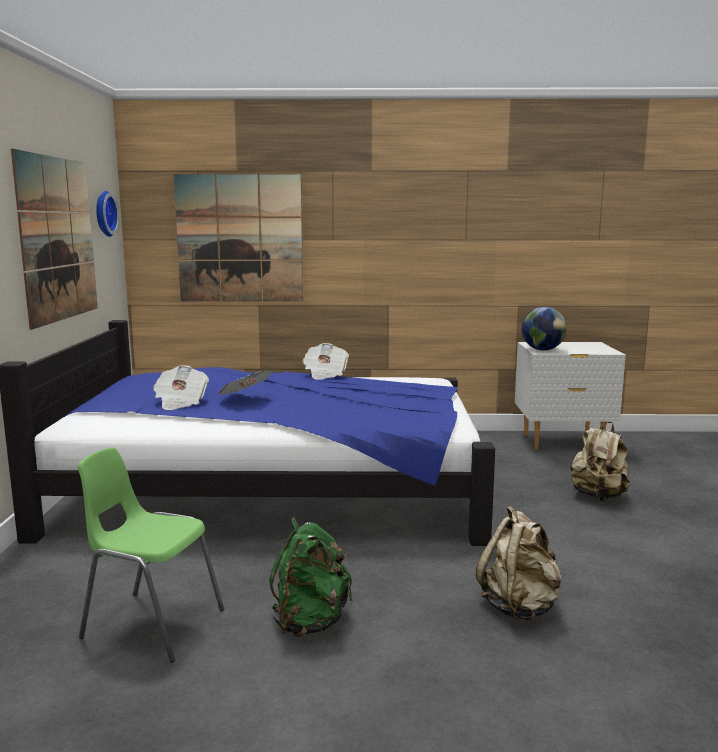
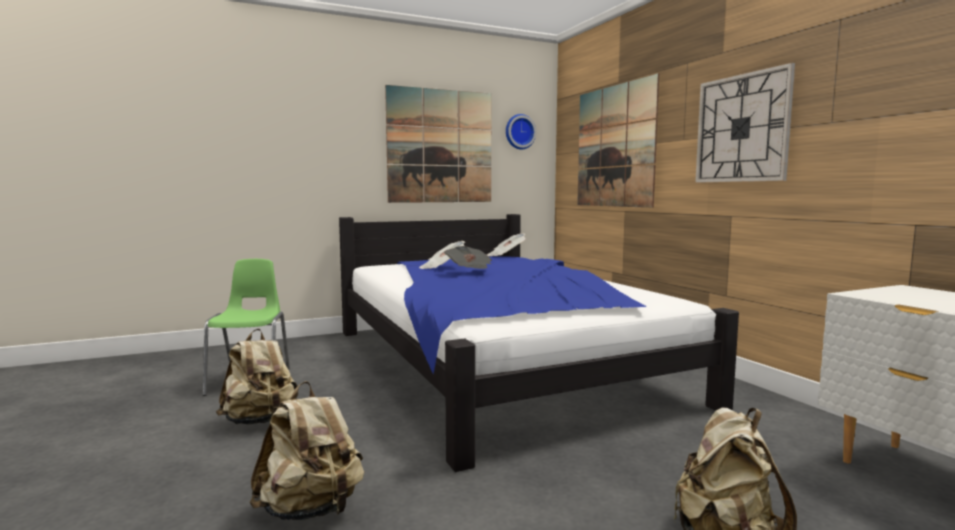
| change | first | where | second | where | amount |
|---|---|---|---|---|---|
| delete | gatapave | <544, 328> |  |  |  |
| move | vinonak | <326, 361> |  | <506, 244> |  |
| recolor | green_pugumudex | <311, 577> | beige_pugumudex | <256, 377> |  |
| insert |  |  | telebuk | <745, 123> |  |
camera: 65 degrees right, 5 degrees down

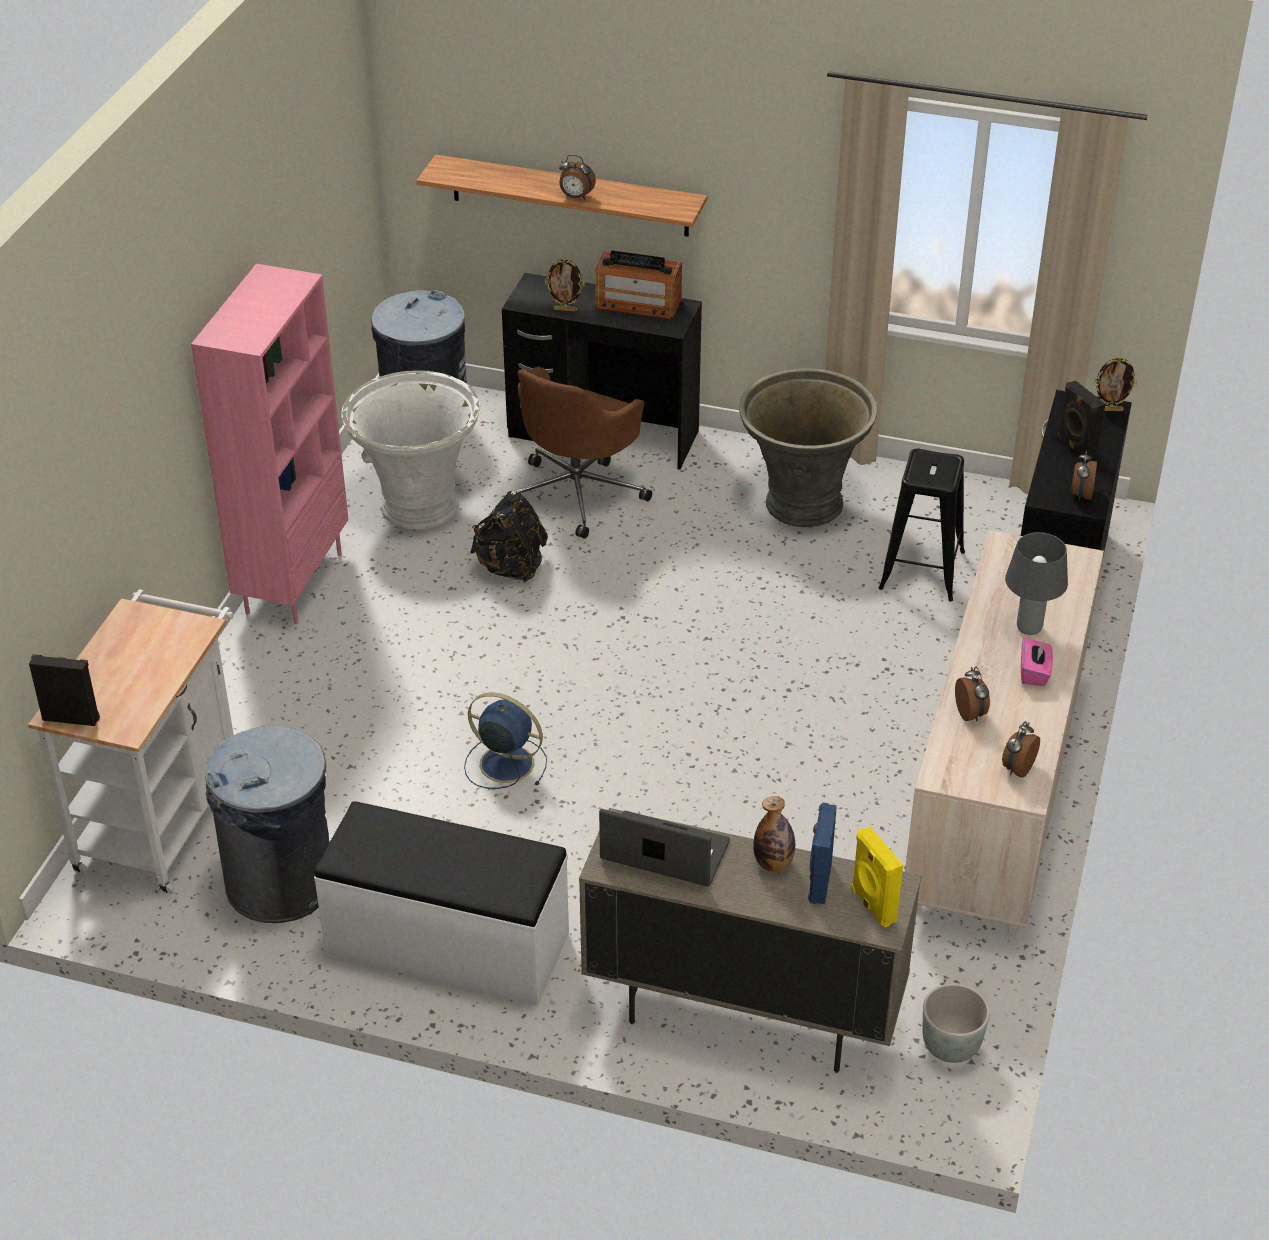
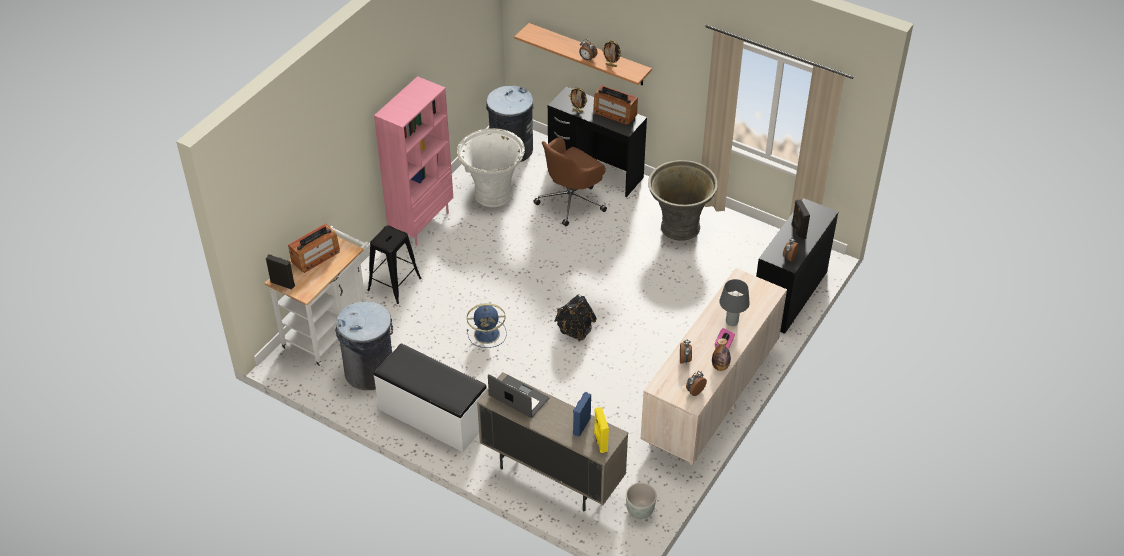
| change | first | where | second | where | amount |
|---|---|---|---|---|---|
| move | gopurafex | <1115, 384> |  | <612, 53> |  |
| move | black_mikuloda | <922, 525> |  | <394, 265> |  |
| move | black_pugumudex | <509, 537> |  | <575, 317> |  |
| rotate | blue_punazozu | <505, 741> |  | <487, 325> | 135 degrees clockwise |
| move | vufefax | <774, 834> |  | <721, 354> |  |
| insert |  |  | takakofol | <314, 248> |  |
camera: 15 degrees right, 5 degrees up

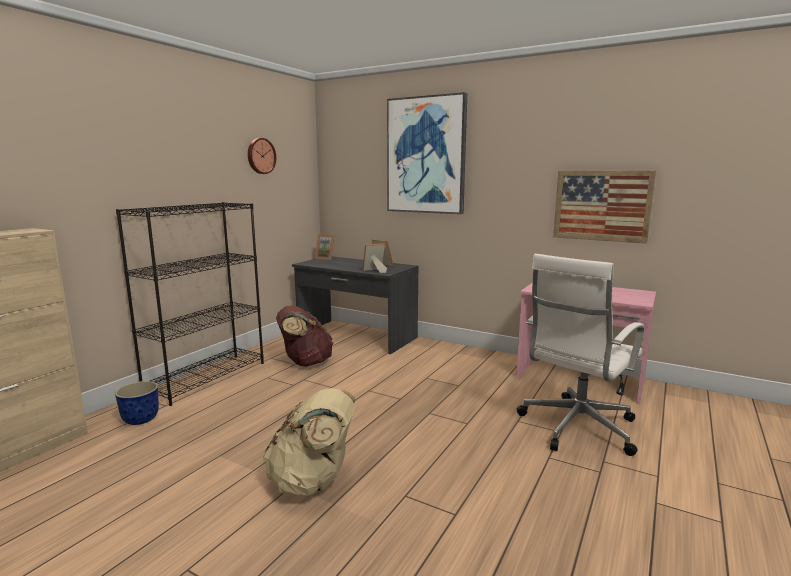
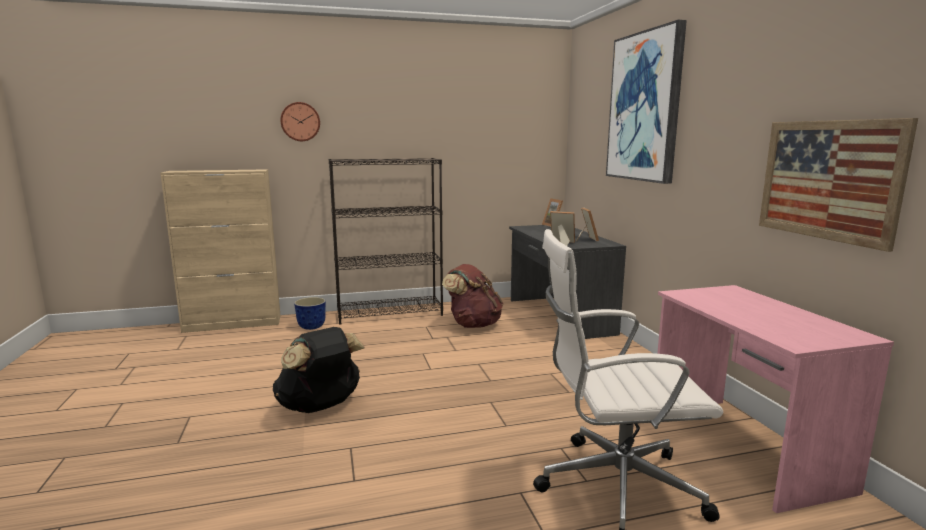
| change | first | where | second | where | amount |
|---|---|---|---|---|---|
| move | telebuk | <262, 156> |  | <300, 121> |  |
| recolor | beige_pugumudex | <309, 442> | black_pugumudex | <319, 370> |  |
camera: 45 degrees right, 0 degrees up

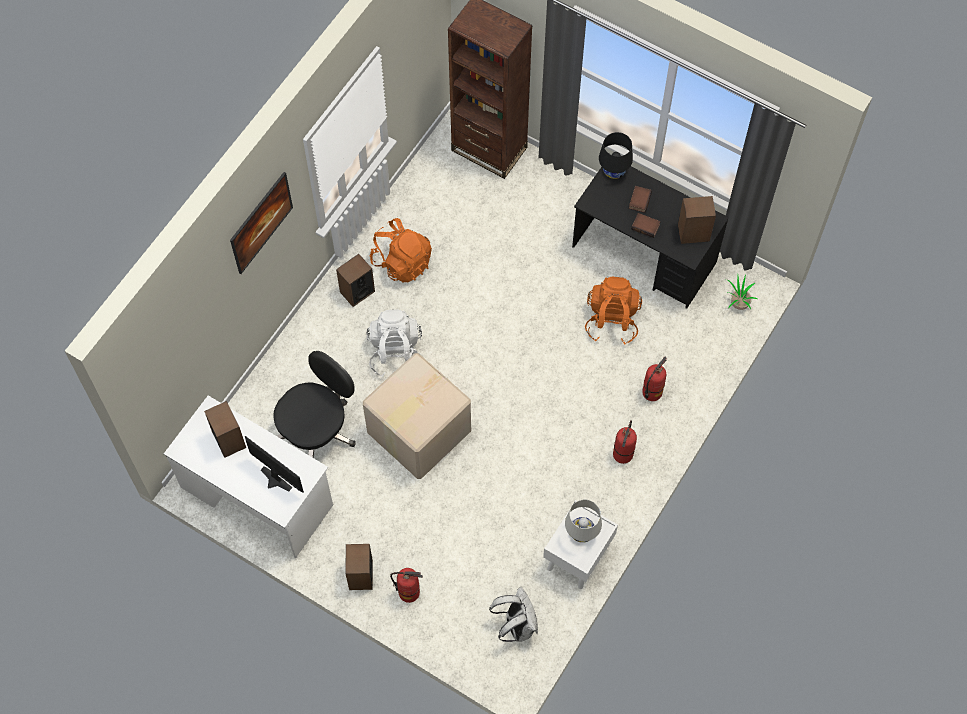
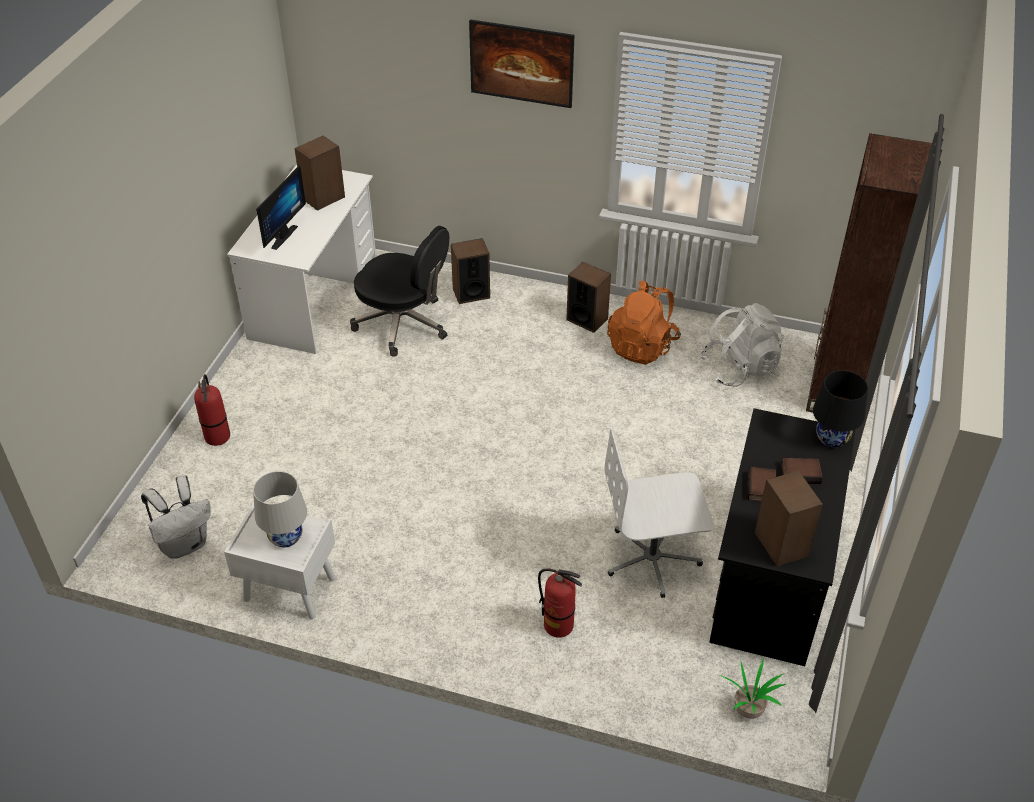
| change | first | where | second | where | amount |
|---|---|---|---|---|---|
| replace | orange_pugumudex | <613, 310> | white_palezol | <659, 512> |  |
| move | white_pugumudex | <394, 343> |  | <742, 345> |  |
| delete | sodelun | <417, 416> |  |  |  |
| delete | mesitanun | <625, 442> |  |  |  |
| move | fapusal | <359, 567> |  | <470, 271> |  |
camera: 75 degrees right, 20 degrees down

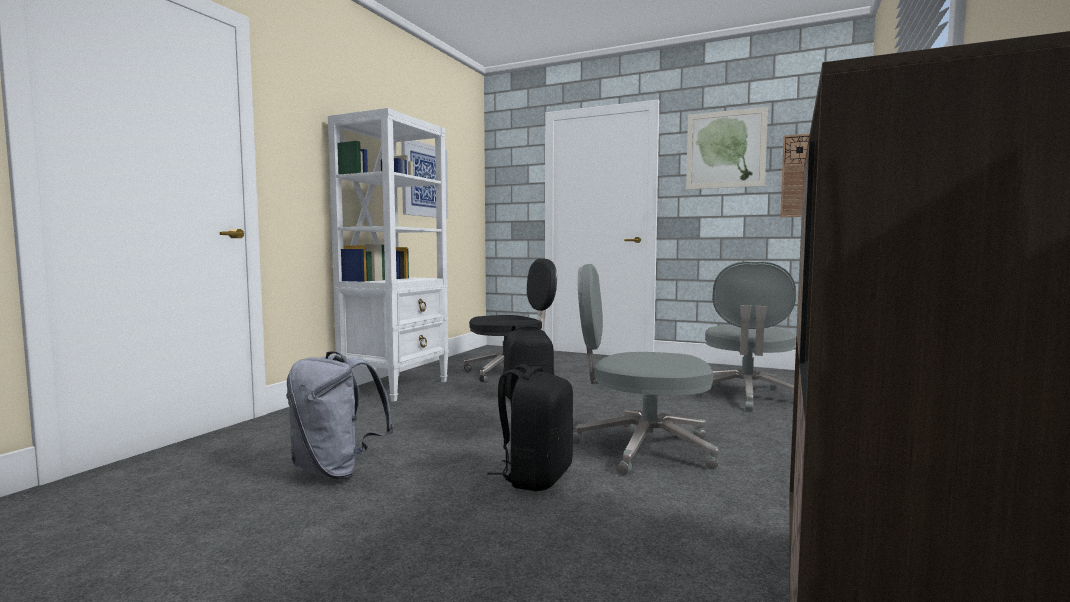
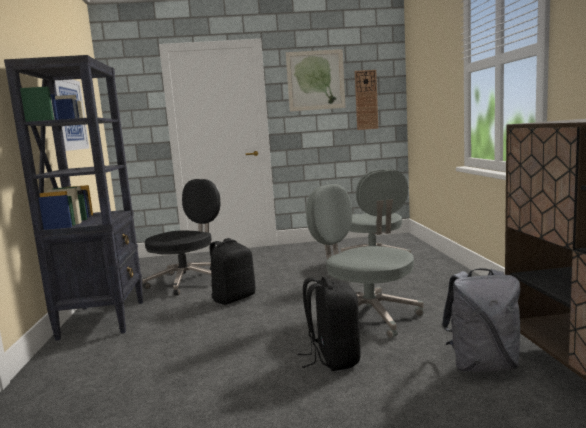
| change | first | where | second | where | amount |
|---|---|---|---|---|---|
| recolor | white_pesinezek | <388, 254> | black_pesinezek | <73, 198> |  |
| rotate | grey_palezol | <646, 369> |  | <365, 261> | 60 degrees clockwise |
| move | grey_pugumudex | <340, 415> |  | <481, 320> |  |
camera: 30 degrees left, 5 degrees up

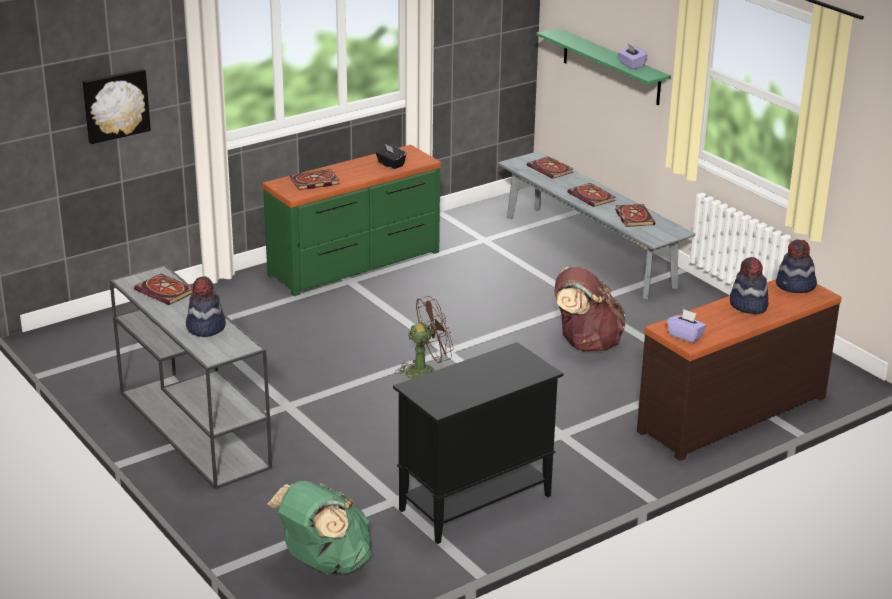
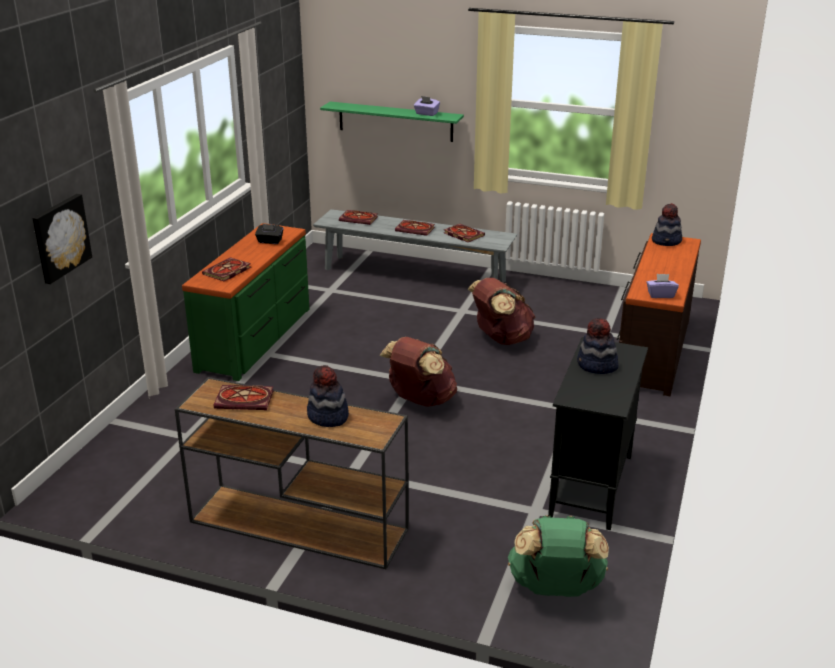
| change | first | where | second | where | amount |
|---|---|---|---|---|---|
| move | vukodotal | <749, 285> |  | <597, 346> |  |
| recolor | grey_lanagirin | <191, 377> | brown_lanagirin | <292, 473> |  |
| replace | brown_punazozu | <424, 337> | brown_pugumudex | <419, 372> |  |
camera: 35 degrees left, 0 degrees up

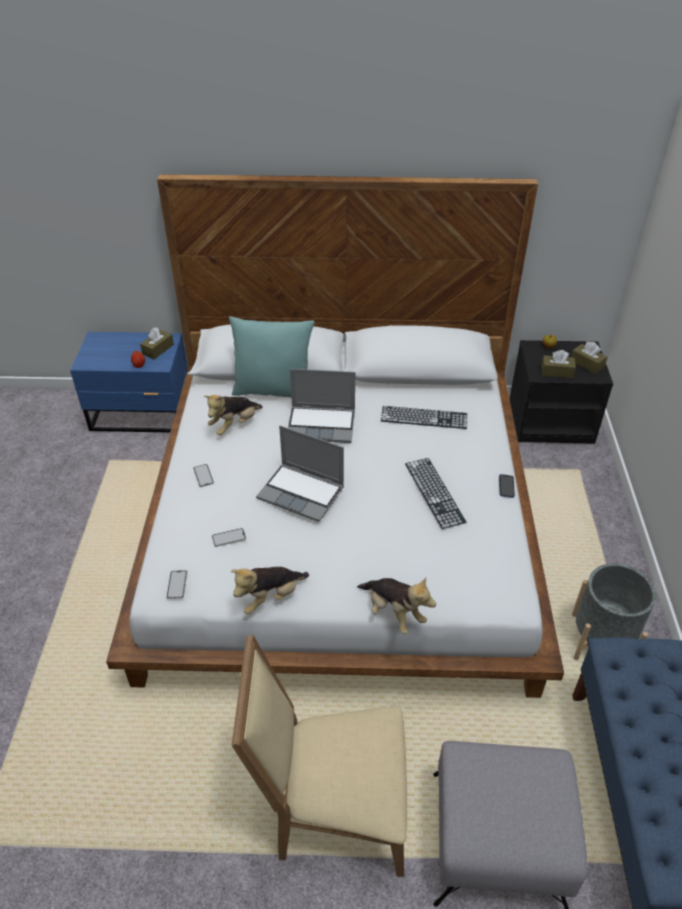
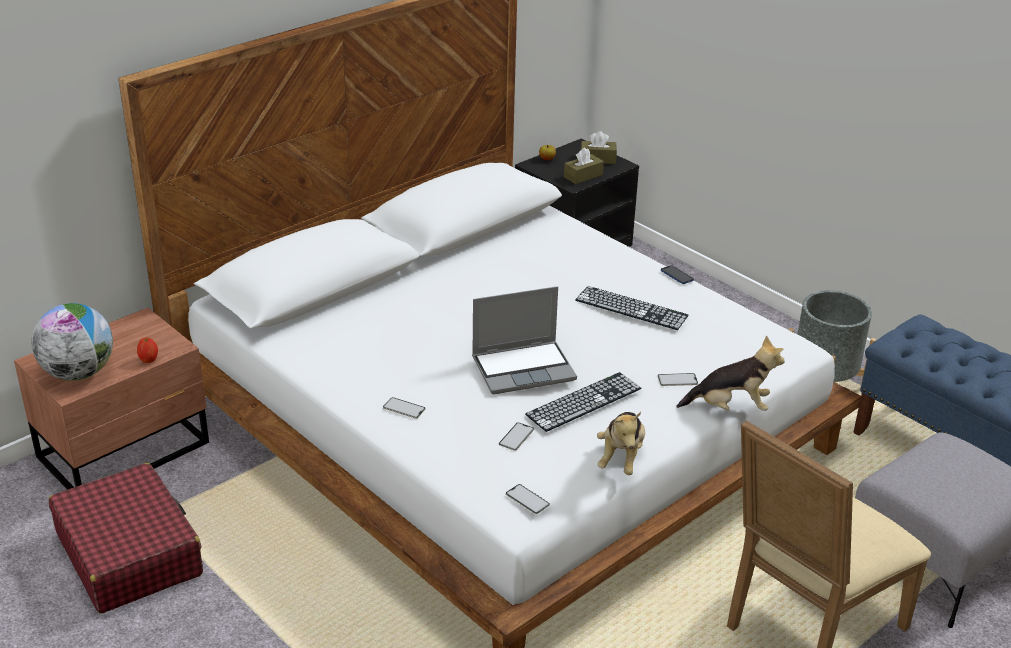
| change | first | where | second | where | amount |
|---|---|---|---|---|---|
| delete | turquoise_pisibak | <272, 356> |  |  |  |
| delete | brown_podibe | <157, 343> |  |  |  |
| recolor | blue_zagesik | <129, 382> | brown_zagesik | <111, 399> |  |
| delete | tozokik | <321, 406> |  |  |  |
| delete | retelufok | <233, 415> |  |  |  |
| move | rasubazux | <424, 417> |  | <583, 402> |  |
| insert |  |  | gatapave | <72, 342> |  |
| insert |  |  | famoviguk | <678, 379> |  |
| insert |  |  | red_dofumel | <126, 538> |  |
camera: 45 degrees left, 10 degrees down

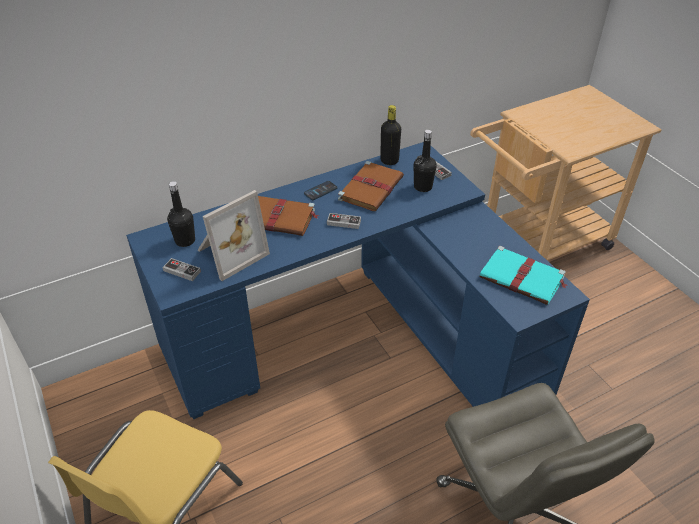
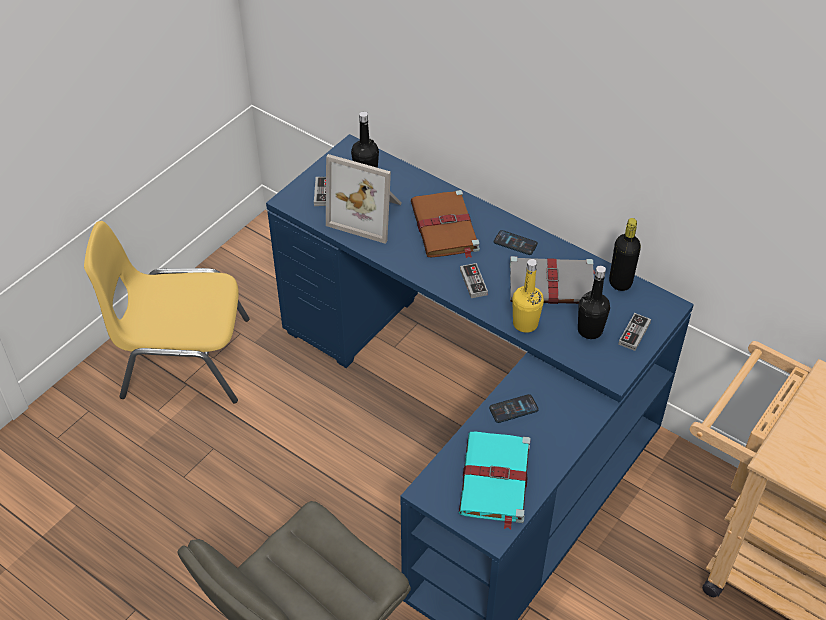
| change | first | where | second | where | amount |
|---|---|---|---|---|---|
| recolor | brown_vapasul | <371, 186> | grey_vapasul | <552, 280> |  |
| insert |  |  | yellow_vufefax | <528, 296> |  |
| insert |  |  | famoviguk | <514, 408> |  |
camera: 65 degrees right, 5 degrees up

